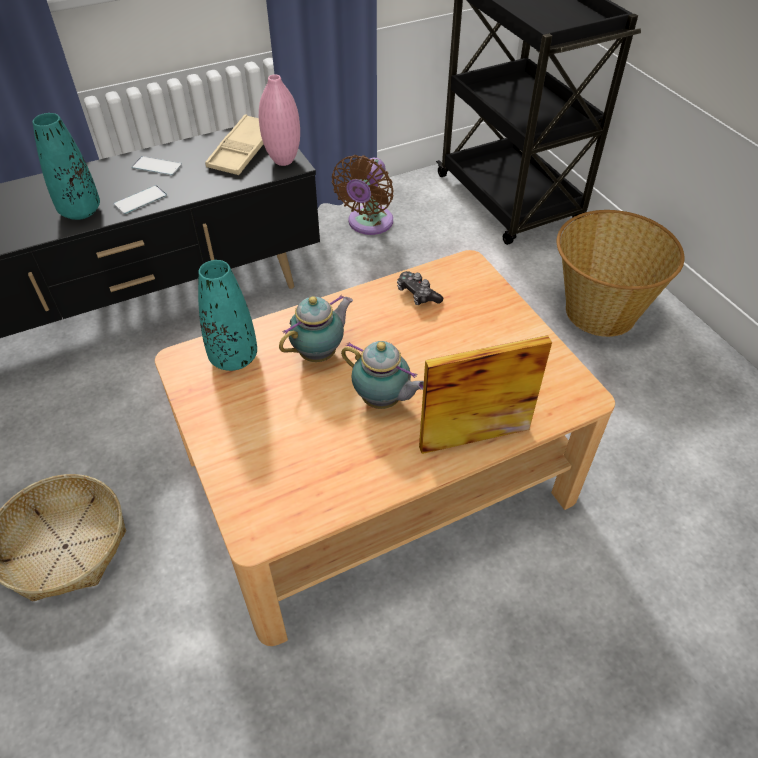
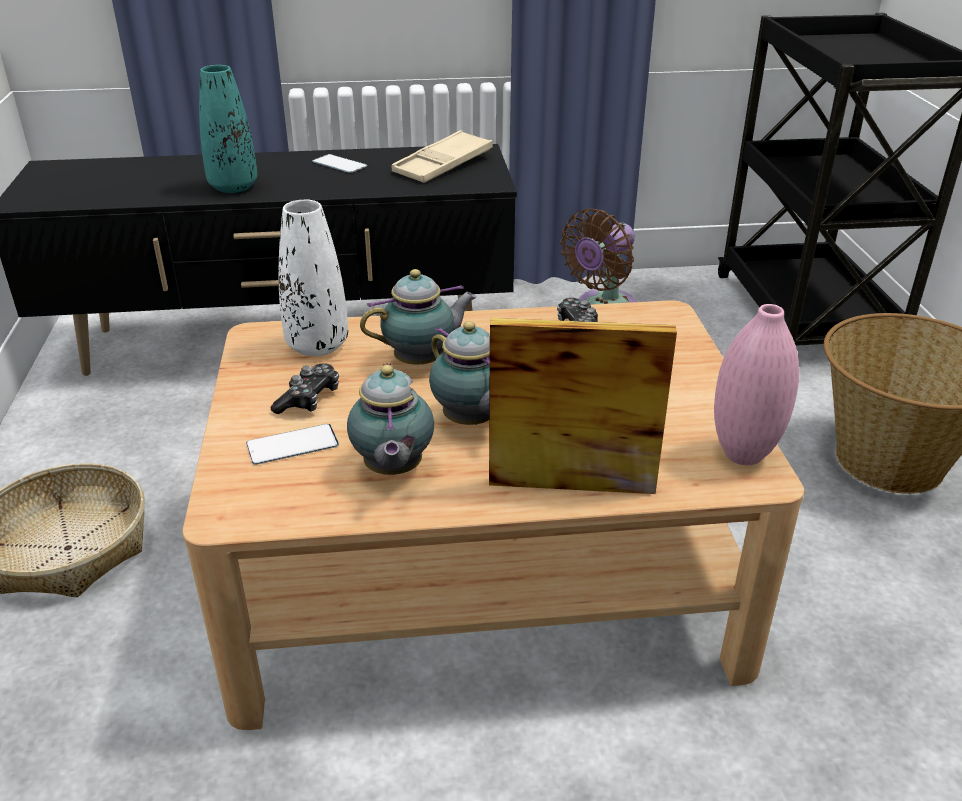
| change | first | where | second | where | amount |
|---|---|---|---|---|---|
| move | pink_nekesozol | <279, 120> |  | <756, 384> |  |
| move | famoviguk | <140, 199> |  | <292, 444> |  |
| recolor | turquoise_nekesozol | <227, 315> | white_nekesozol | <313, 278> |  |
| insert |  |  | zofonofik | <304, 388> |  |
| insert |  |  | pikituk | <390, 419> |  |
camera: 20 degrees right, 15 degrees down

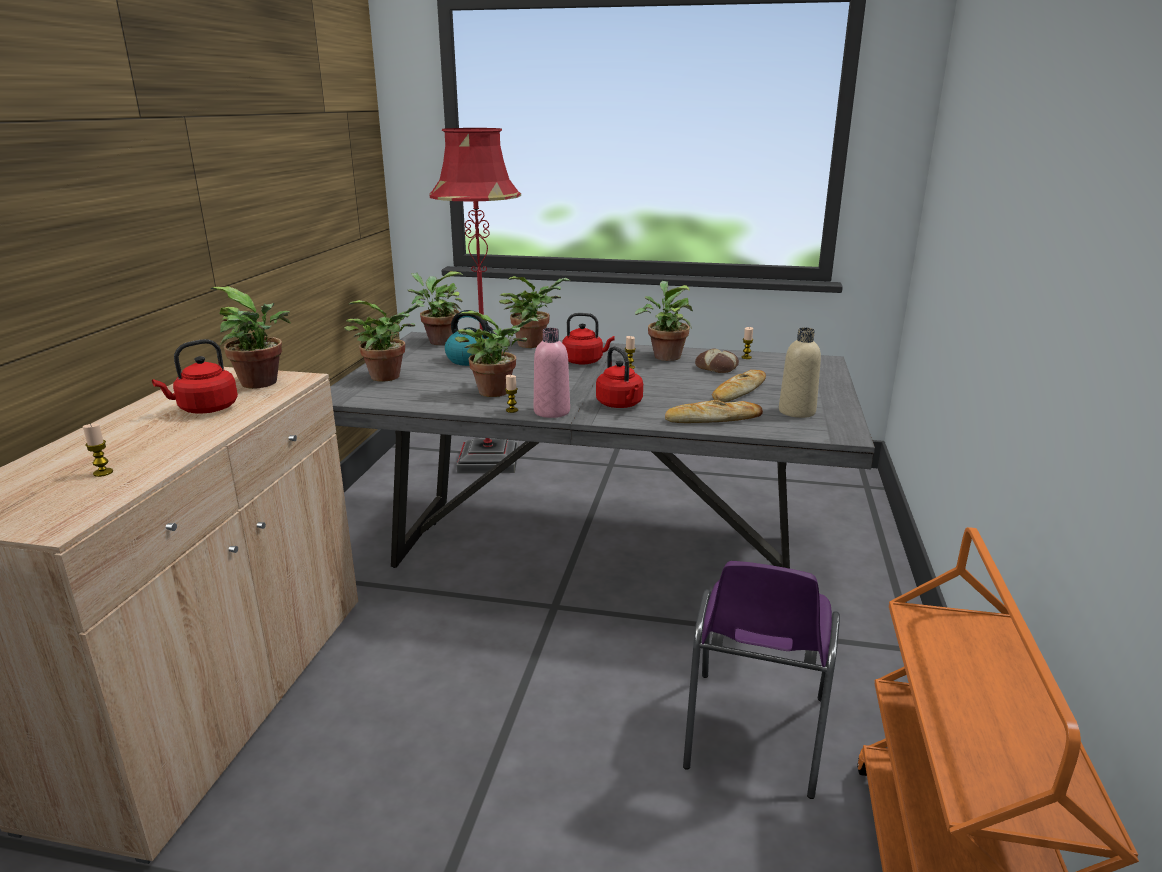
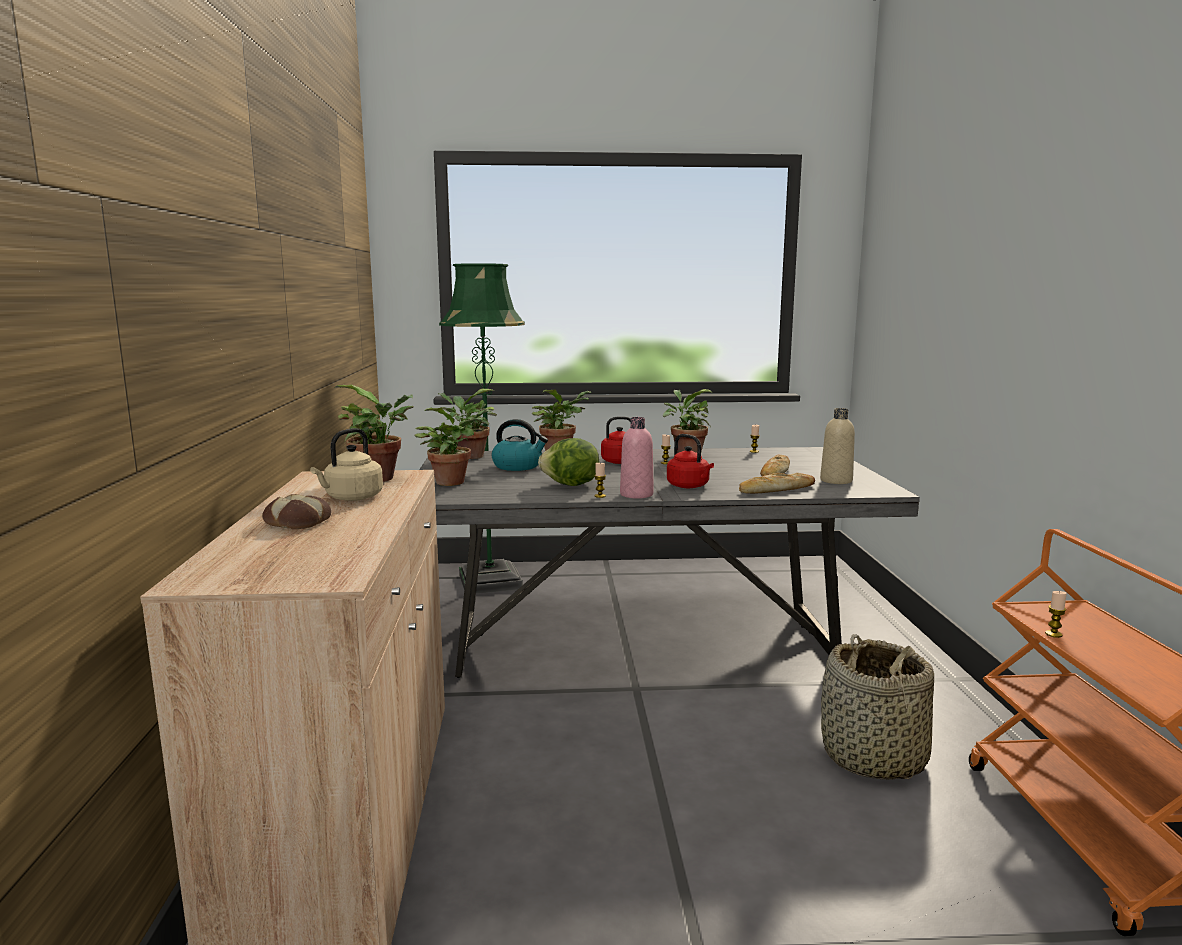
| change | first | where | second | where | amount |
|---|---|---|---|---|---|
| recolor | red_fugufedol | <475, 300> | green_fugufedol | <482, 428> |  |
| replace | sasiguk | <496, 353> | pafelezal | <568, 462> |  |
| recolor | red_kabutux | <195, 376> | beige_kabutux | <346, 464> |  |
| move | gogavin | <717, 360> |  | <296, 511> |  |
| move | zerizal | <98, 450> |  | <1056, 614> |  |
| replace | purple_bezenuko | <761, 680> | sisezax | <877, 707> |  |
camera: 15 degrees left, 10 degrees down

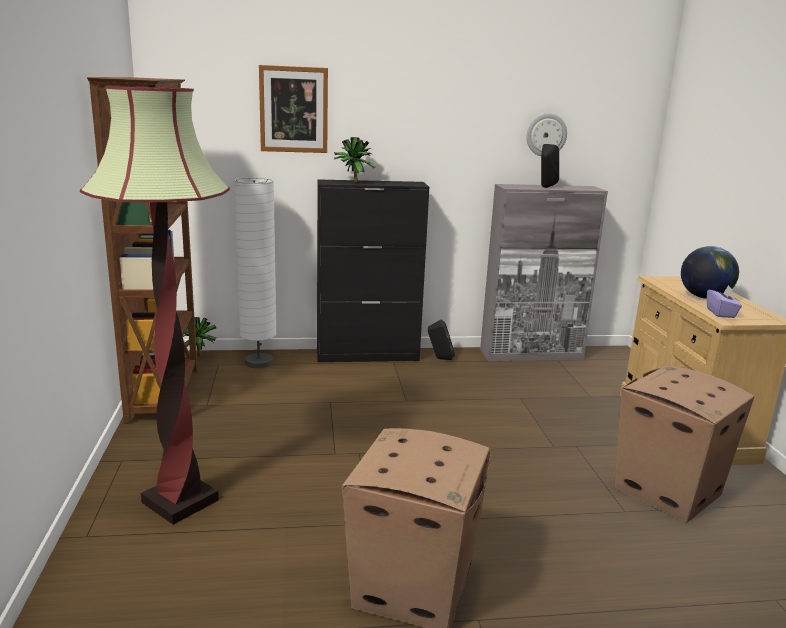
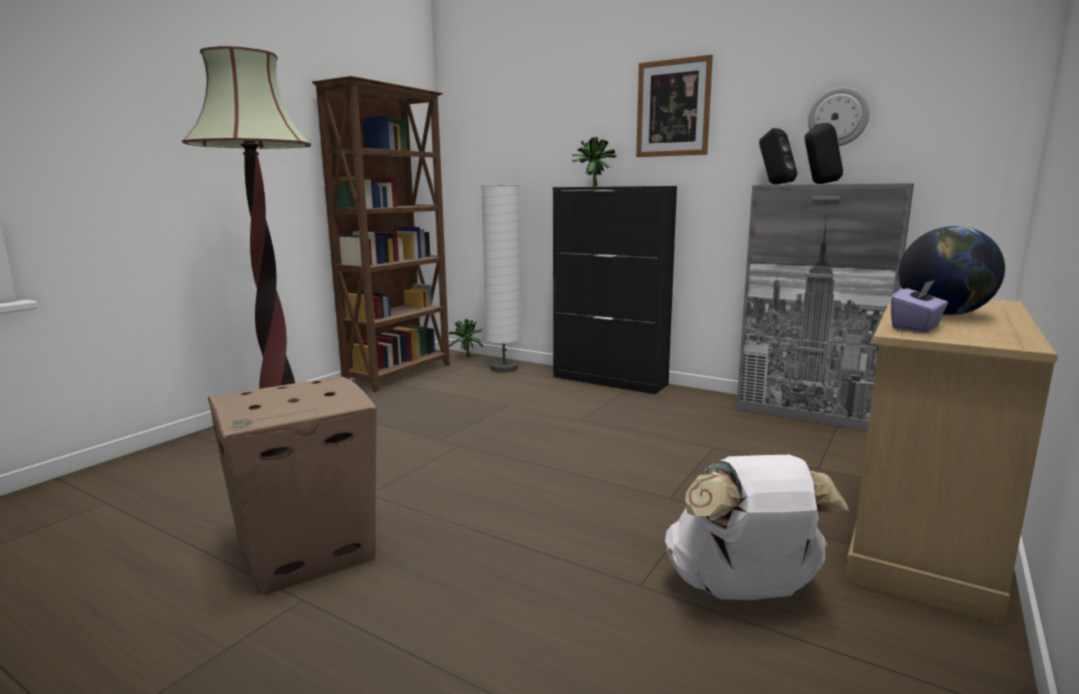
| change | first | where | second | where | amount |
|---|---|---|---|---|---|
| move | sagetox | <293, 109> |  | <674, 105> |  |
| move | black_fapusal | <441, 340> |  | <778, 156> |  |
| replace | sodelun | <684, 444> | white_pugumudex | <757, 527> |  |
camera: 40 degrees right, 5 degrees down

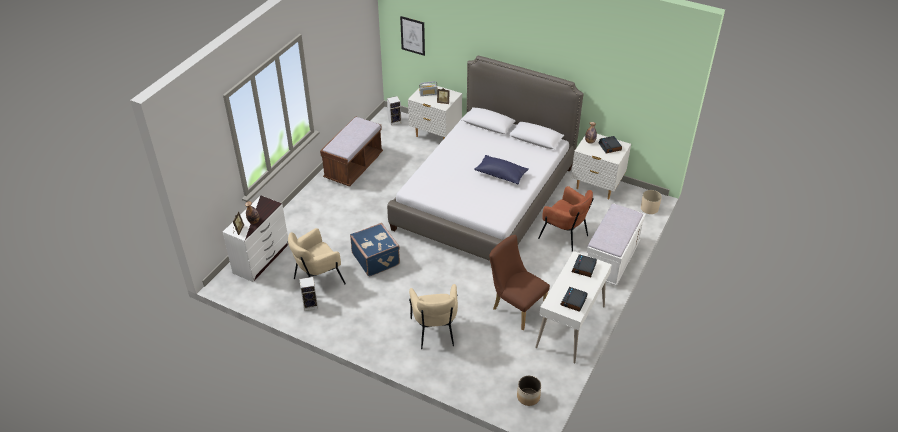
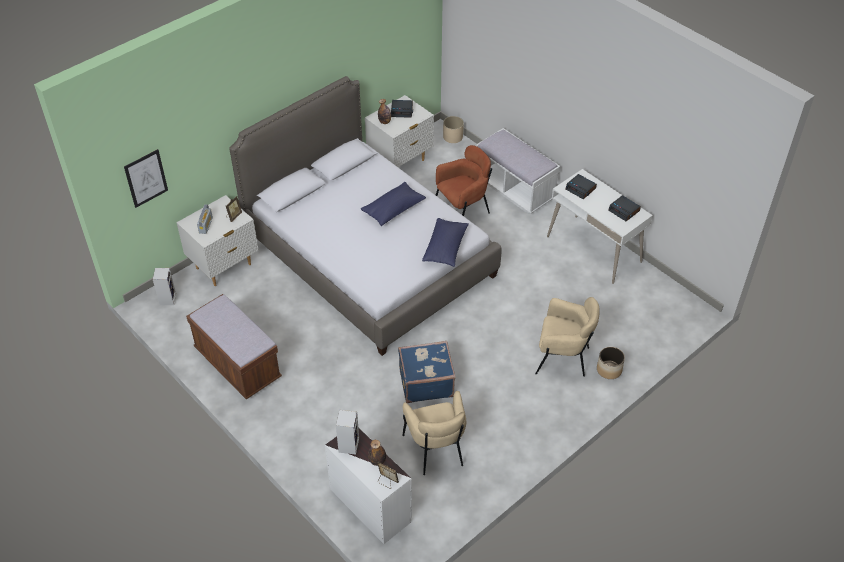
| change | first | where | second | where | amount |
|---|---|---|---|---|---|
| delete | brown_bezenuko | <519, 282> |  |  |  |
| move | fapusal | <308, 294> |  | <347, 432> |  |
| move | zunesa | <529, 391> |  | <611, 363> |  |
| insert |  |  | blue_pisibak | <445, 242> |  |
camera: 70 degrees left, 5 degrees up

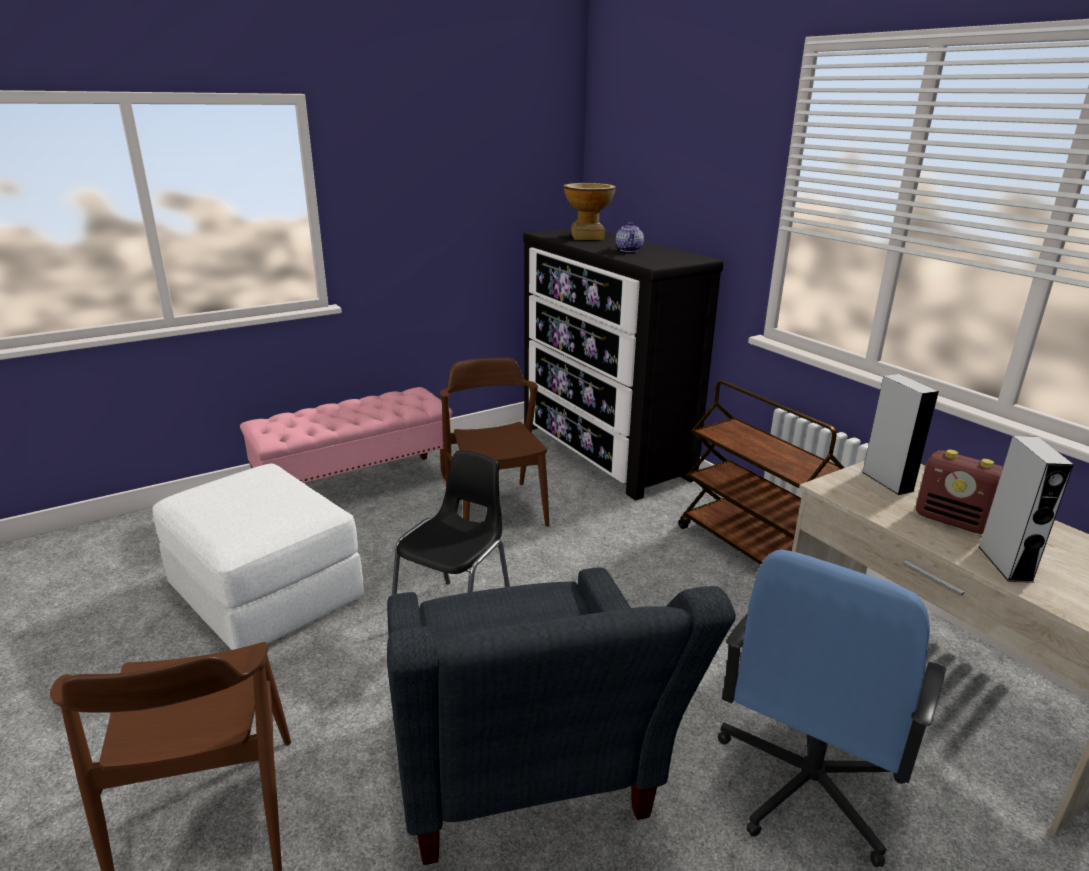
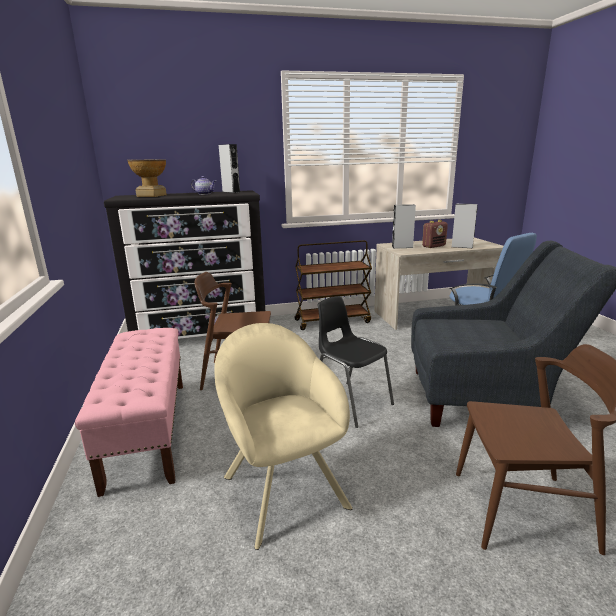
| change | first | where | second | where | amount |
|---|---|---|---|---|---|
| replace | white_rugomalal | <258, 557> | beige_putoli | <283, 436> |  |
| insert |  |  | grey_fapusal | <229, 168> |  |
camera: 70 degrees left, 5 degrees down

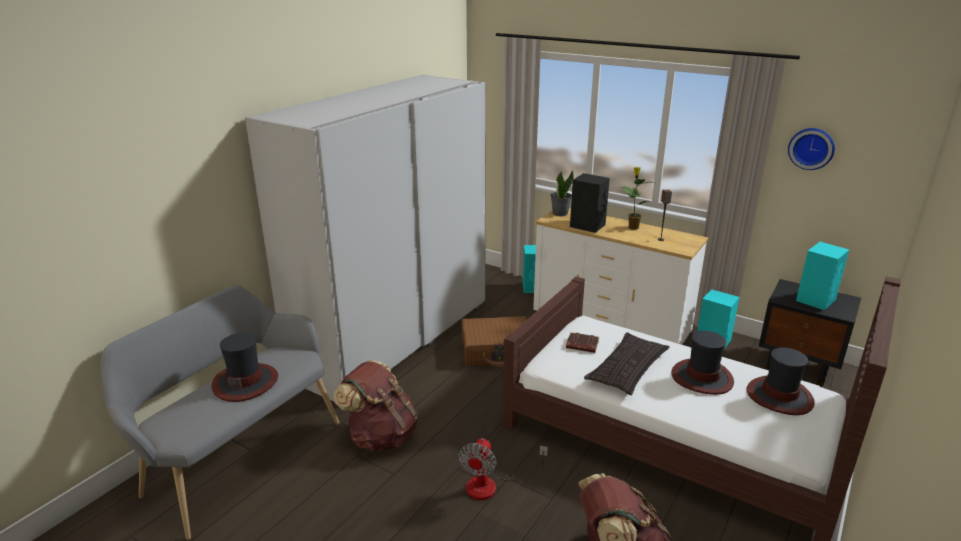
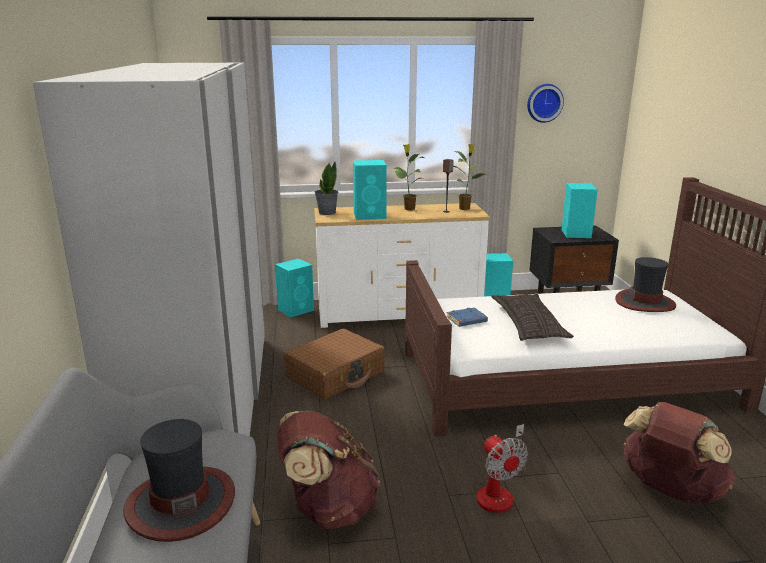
| change | first | where | second | where | amount |
|---|---|---|---|---|---|
| recolor | black_fapusal | <590, 203> | turquoise_fapusal | <370, 190> |  |
| delete | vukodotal | <702, 363> |  |  |  |
| recolor | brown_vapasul | <582, 342> | blue_vapasul | <467, 317> |  |
| insert |  |  | sasiguk | <469, 177> |  |
camera: 40 degrees left, 5 degrees down

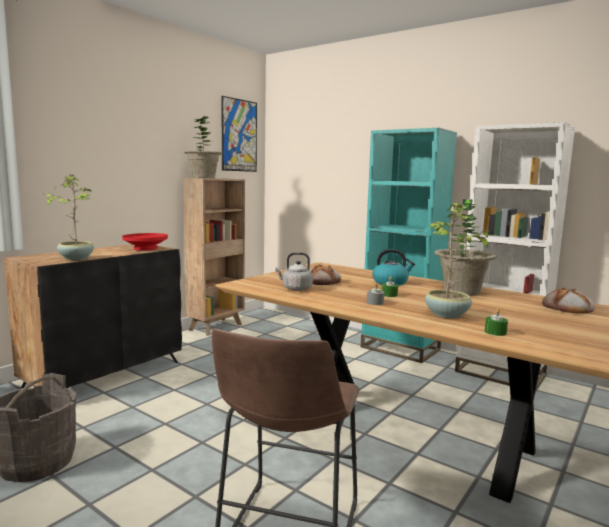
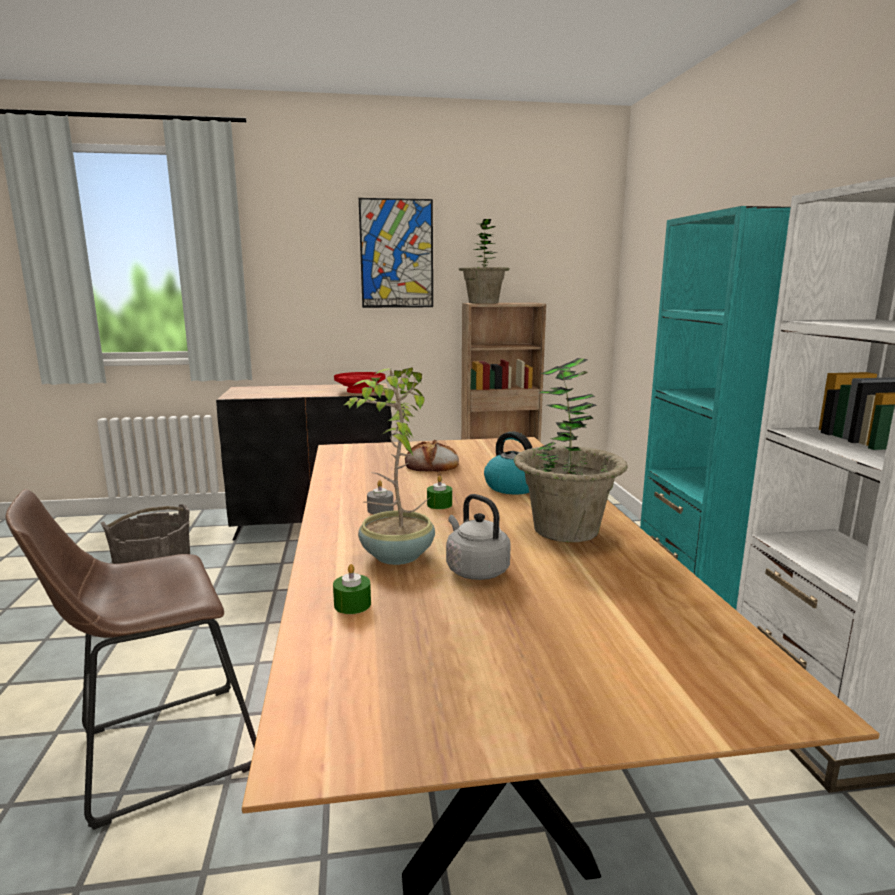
| change | first | where | second | where | amount |
|---|---|---|---|---|---|
| move | sagetox | <239, 134> |  | <396, 253> |  |
| delete | sasiguk | <69, 217> |  |  |  |
| move | grey_kabutux | <294, 271> |  | <478, 537> |  |
| delete | gogavin | <568, 301> |  |  |  |
camera: 45 degrees right, 5 degrees up

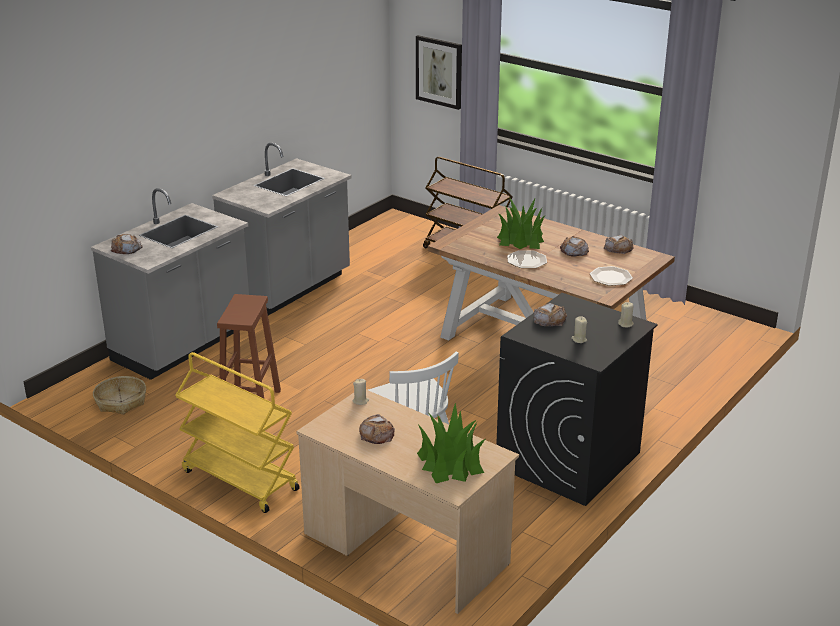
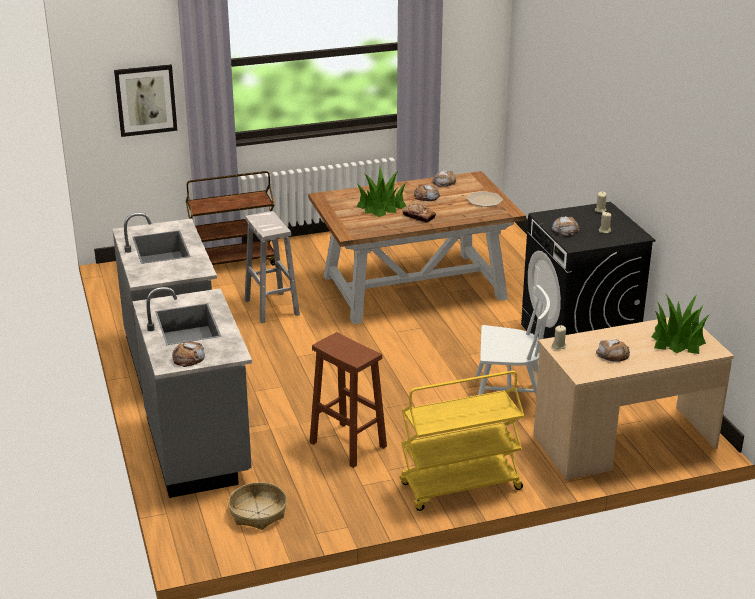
| change | first | where | second | where | amount |
|---|---|---|---|---|---|
| replace | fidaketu | <527, 259> | gogavin | <419, 213> |  |
| insert |  |  | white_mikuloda | <272, 267> |  |
camera: 55 degrees left, 0 degrees up

